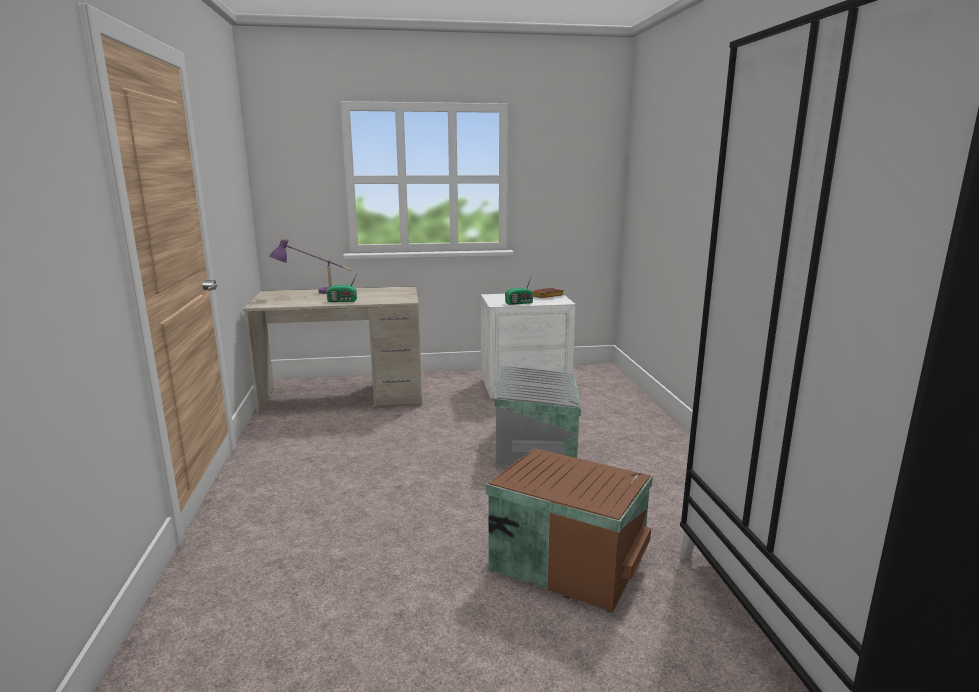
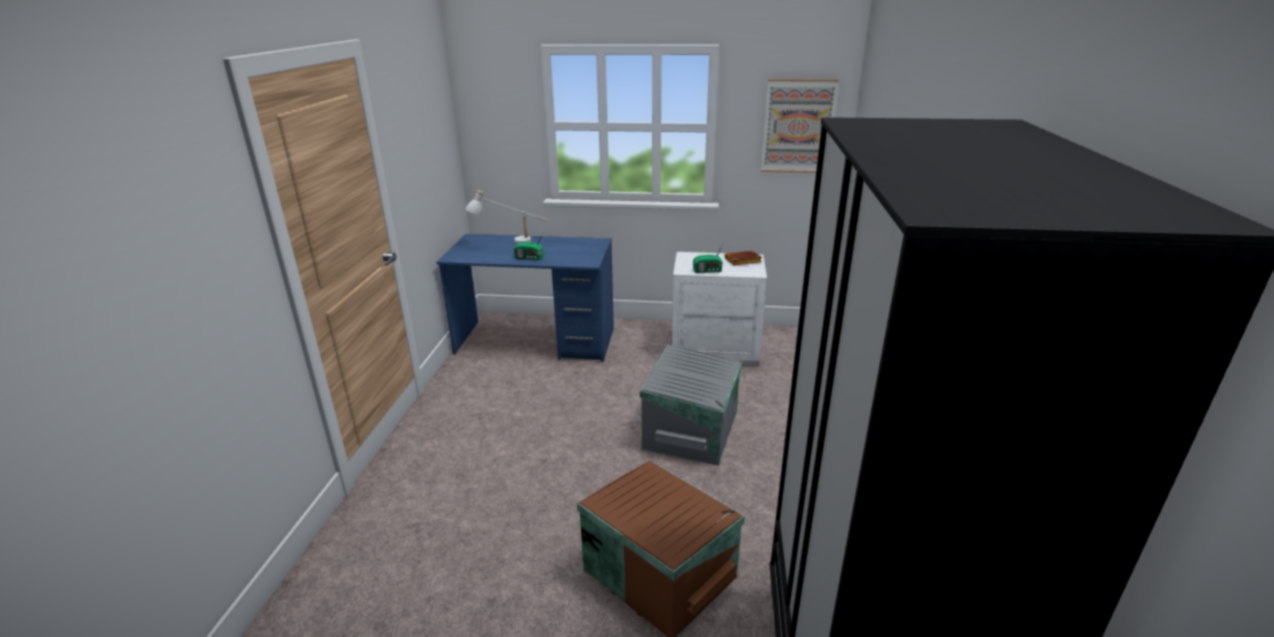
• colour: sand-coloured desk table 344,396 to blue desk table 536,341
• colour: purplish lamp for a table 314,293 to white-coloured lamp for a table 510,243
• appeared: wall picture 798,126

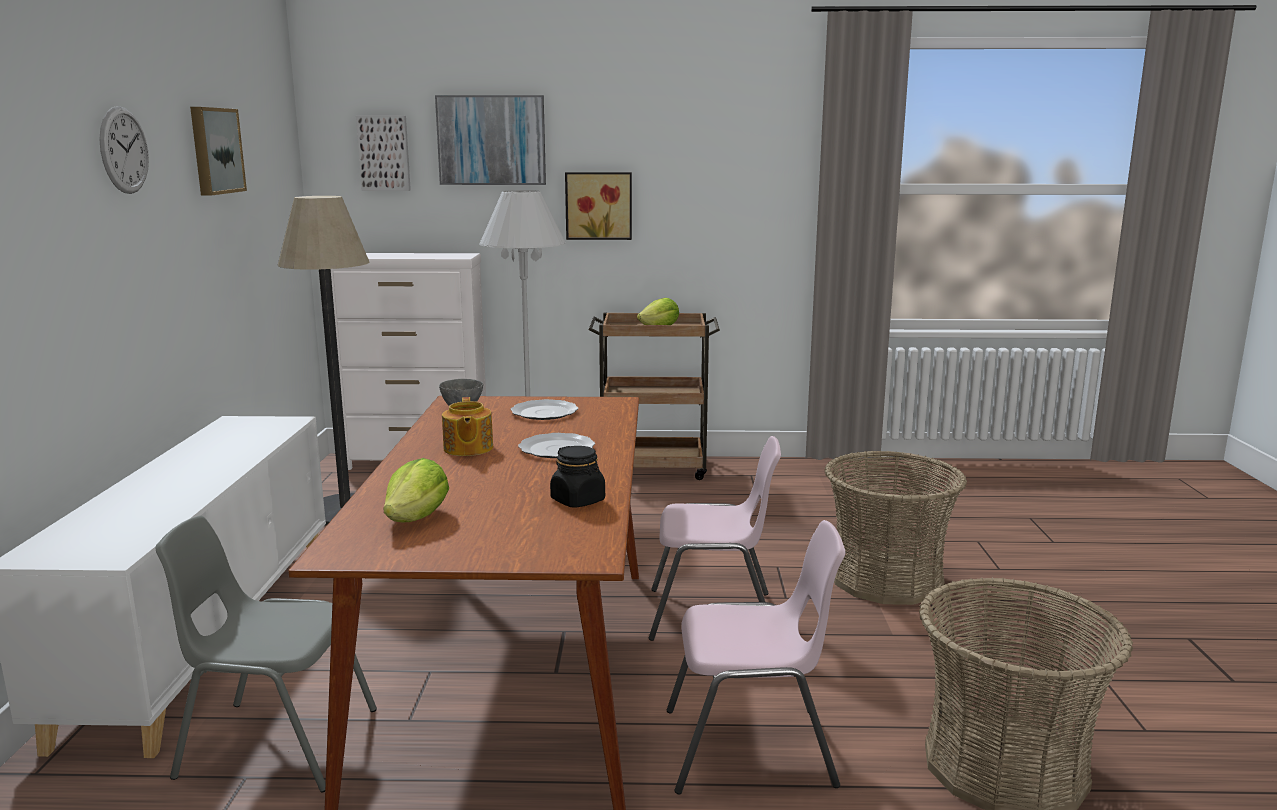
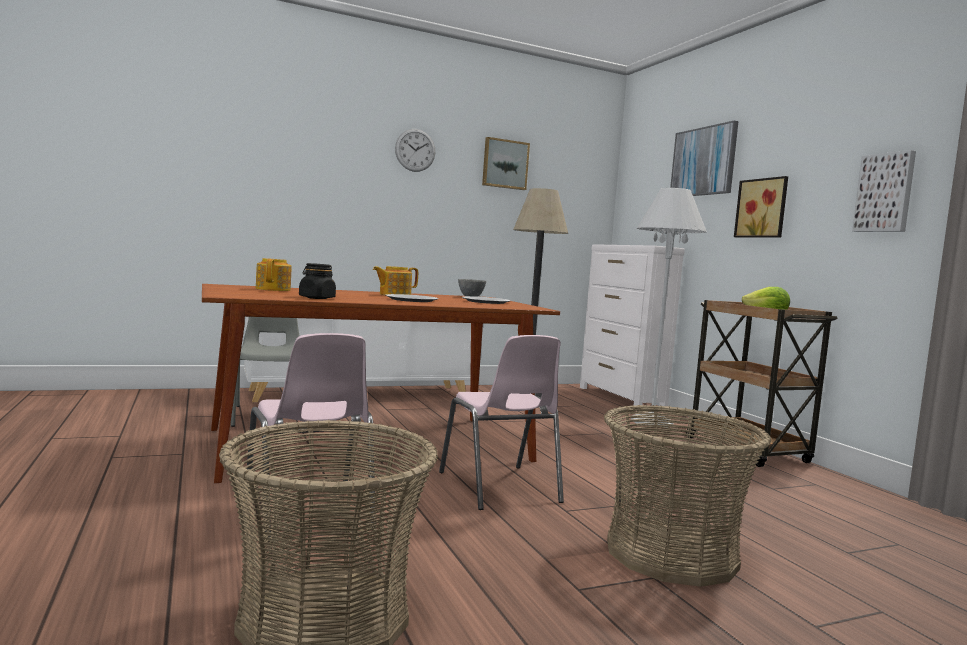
• relocated: wall picture 384,153 to 885,193
• exchanged: head of lettuce 417,518 to teapot 273,289

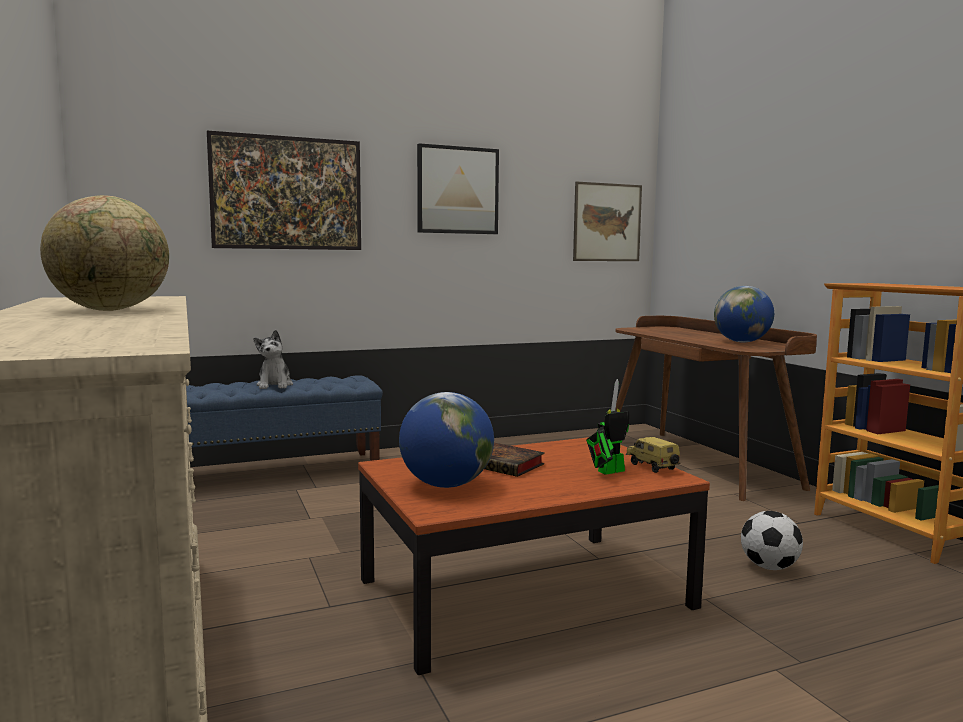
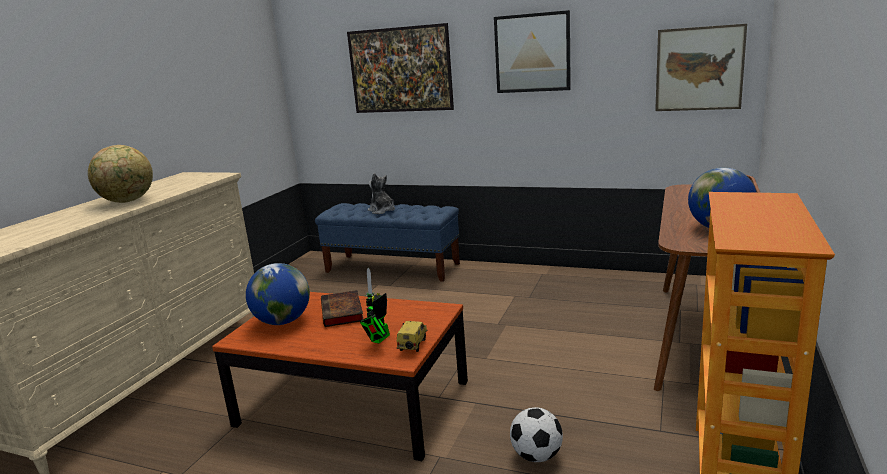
• spun: plush toy 275,385 = 382,211 105 degrees clockwise
• spun: robot figure 607,472 = 378,340 75 degrees counterclockwise

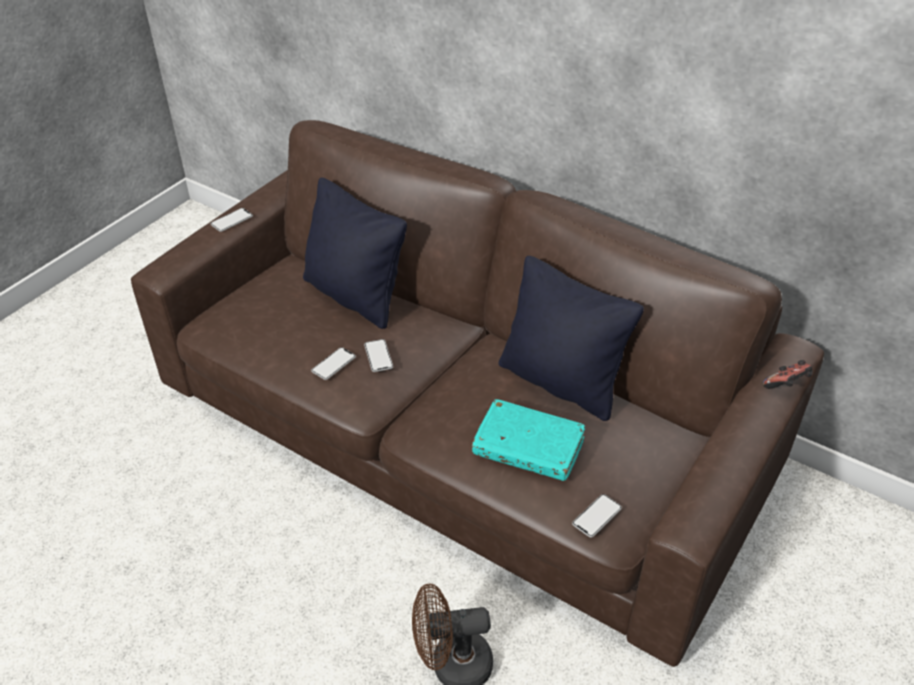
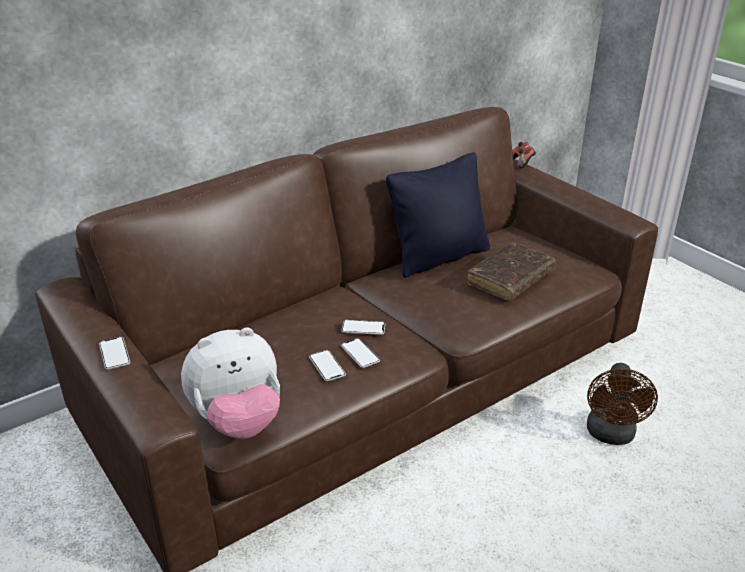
• missing: blackish cushion 355,296
• colour: blue-green volume 528,448 to brownish volume 510,279
• relocated: telephone 597,516 to 327,366
• appeared: plush toy 238,421

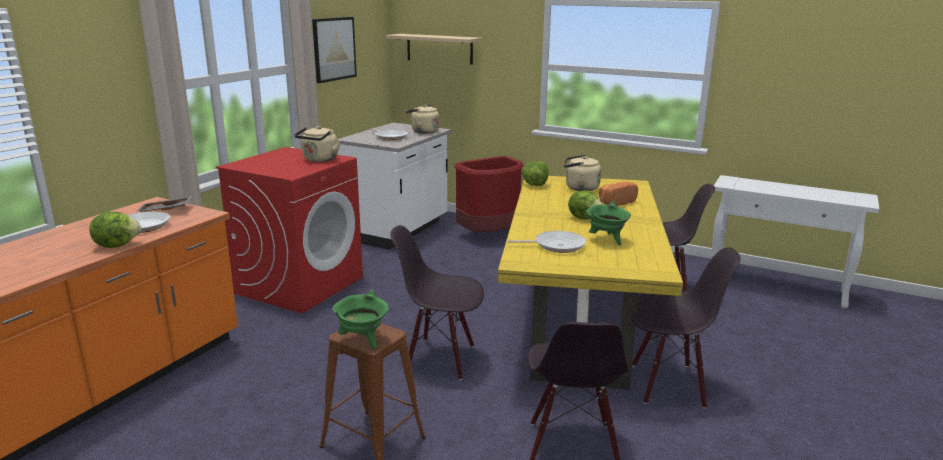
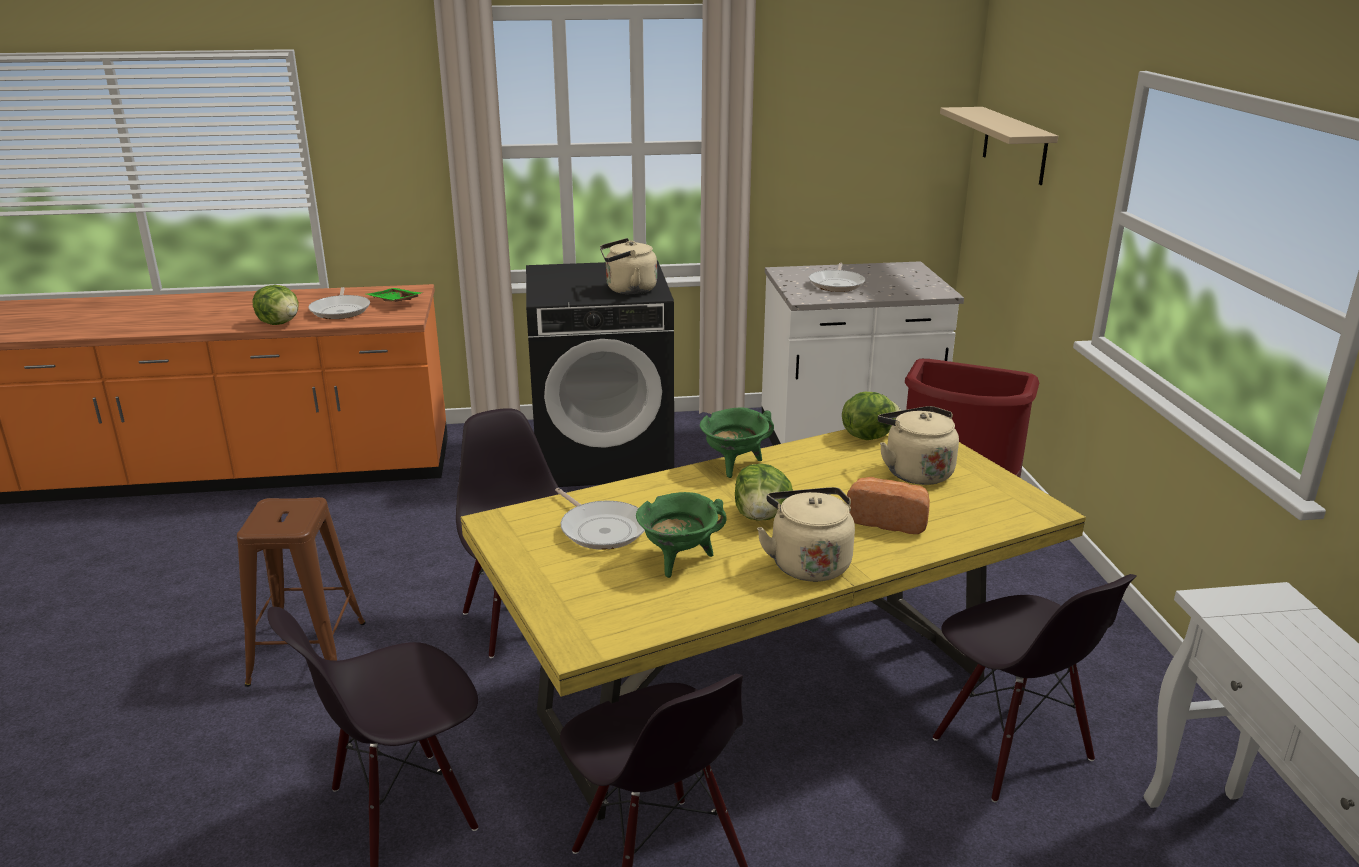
• colour: grey carrying tray 165,211 to green-coloured carrying tray 393,302
• colour: red-coloured laundry machine 300,285 to blackish laundry machine 603,455
• missing: wall picture 334,49
• relocated: green-coloured cooking pot 362,341 to 734,465
• relocated: sand-coloured kettle 423,131 to 808,563

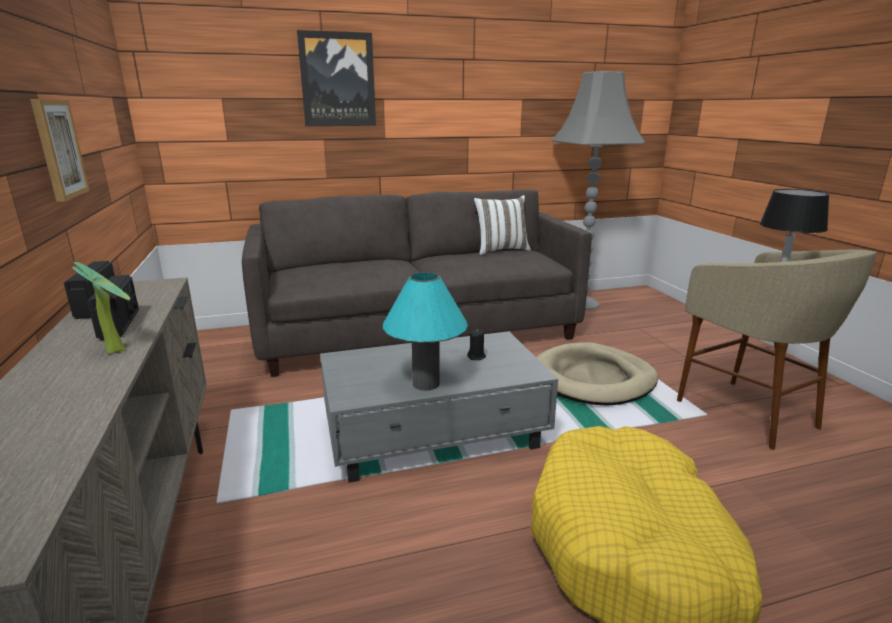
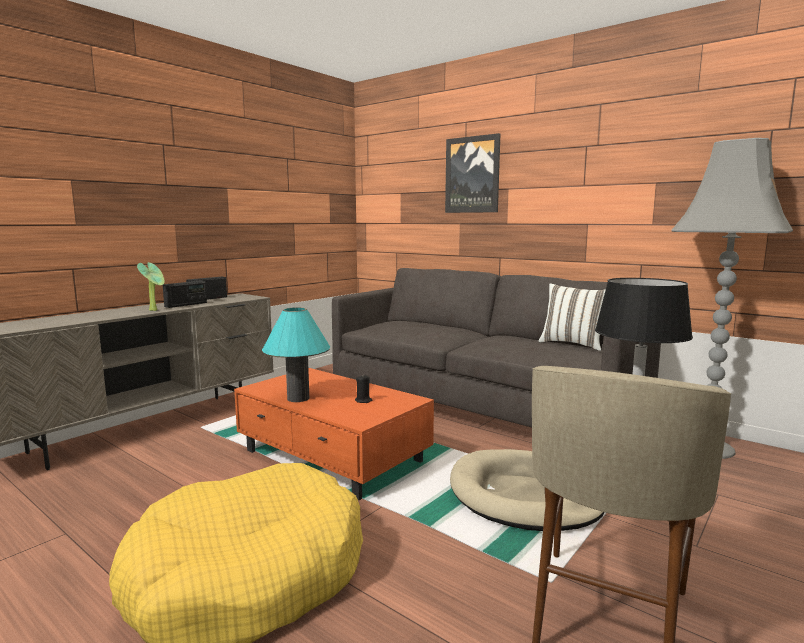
• missing: wall picture 58,149
• colour: grey lounge table 436,433 to orange-coloured lounge table 333,457

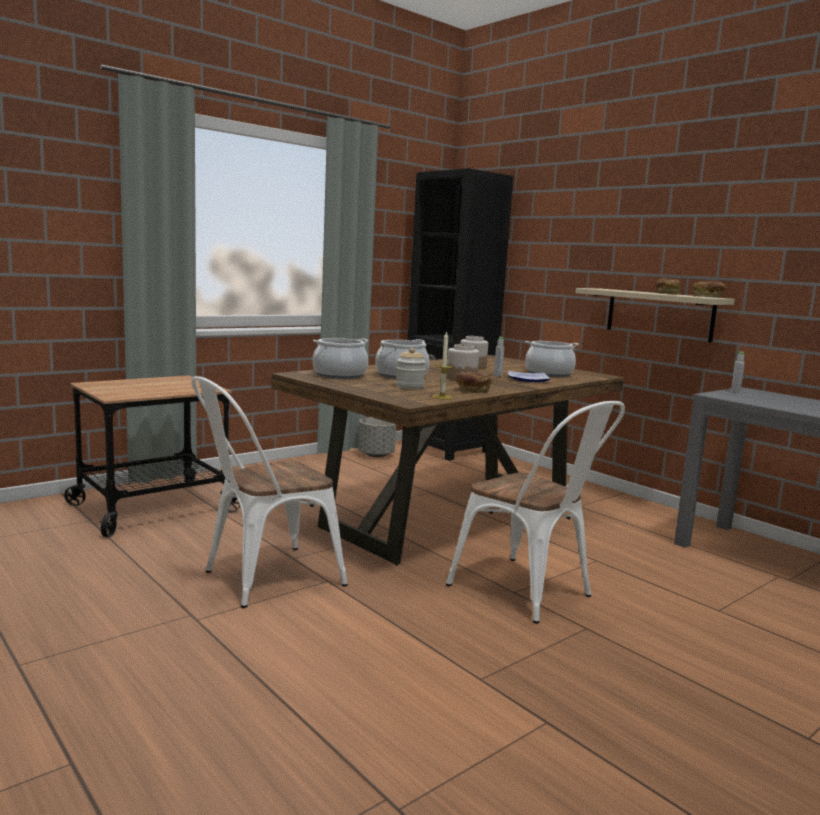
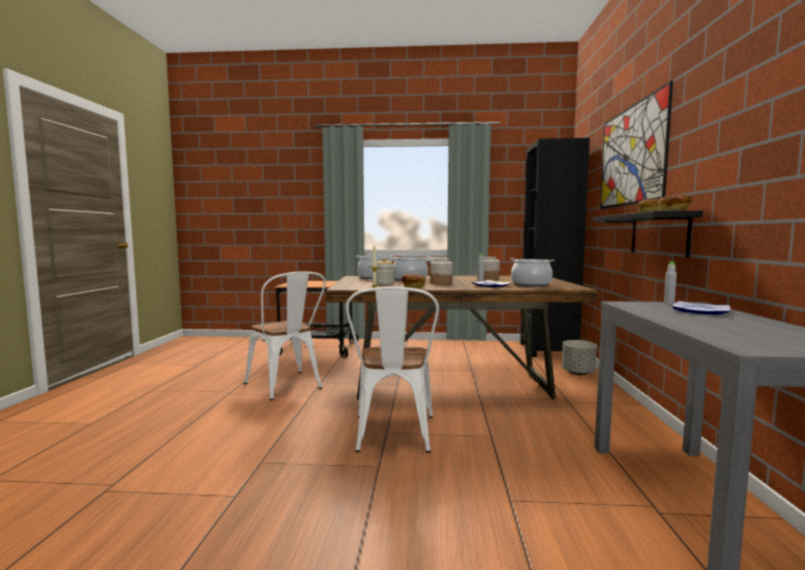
• spun: white-coloured chair 263,579 = 287,387 135 degrees counterclockwise
• relocated: grey planter 376,455 to 578,373
• colour: sand-coloured bracket shelf 659,314 to blackish bracket shelf 658,234
• appeared: wall picture 631,155
• appeared: flat dish 699,311

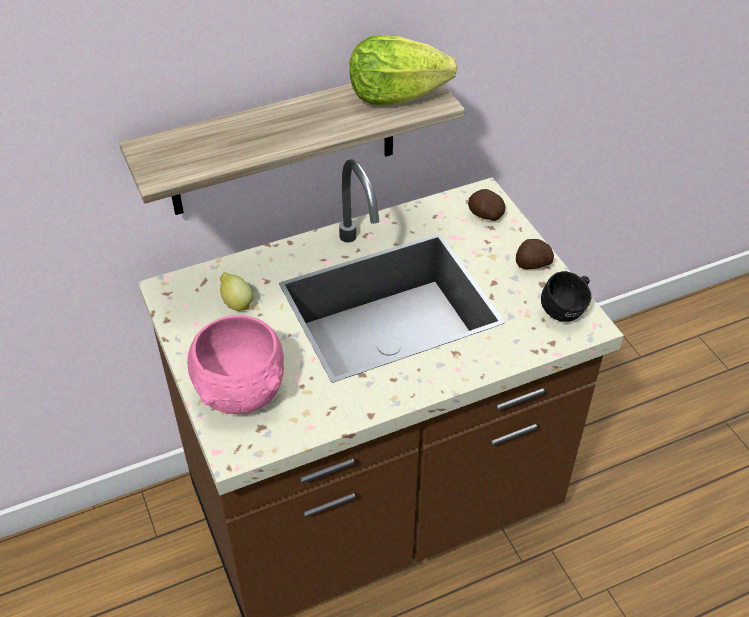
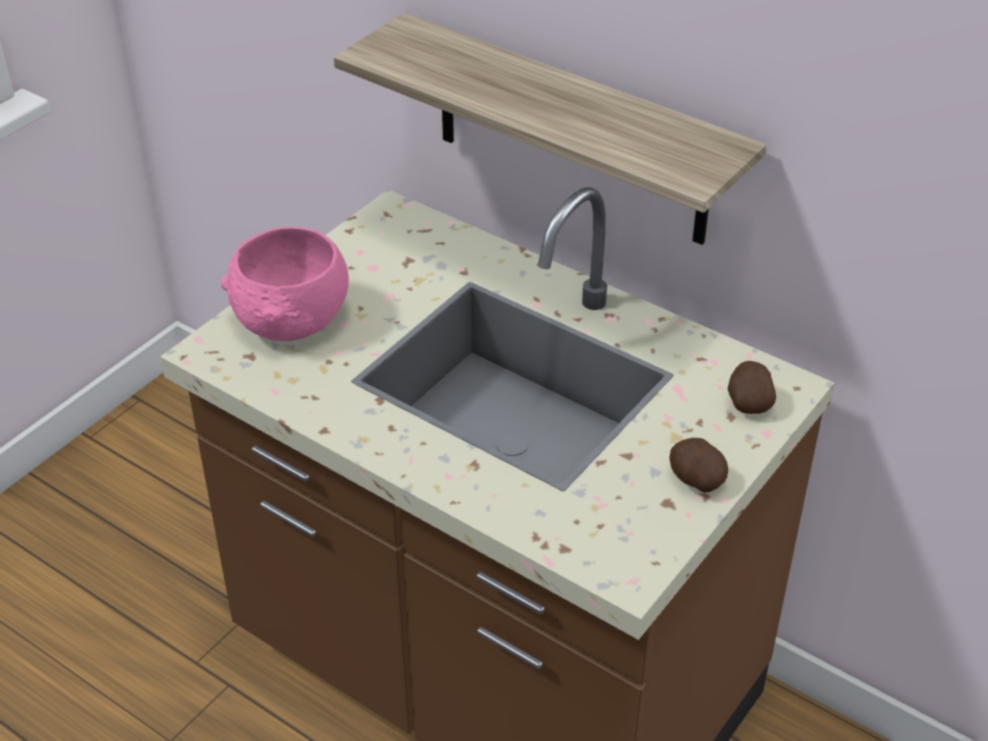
• missing: whole lemon 236,303
• missing: head of lettuce 395,96
• missing: blackish mug 567,310

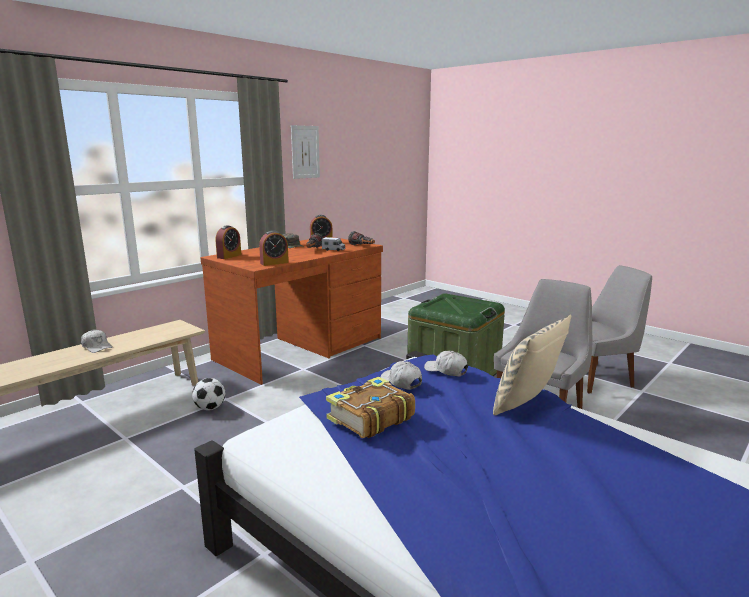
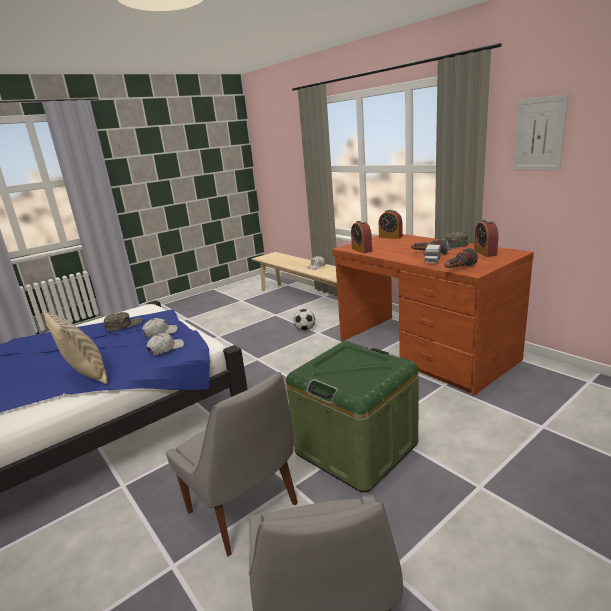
• exchanged: volume 369,418 to green-coloured cap 124,324

